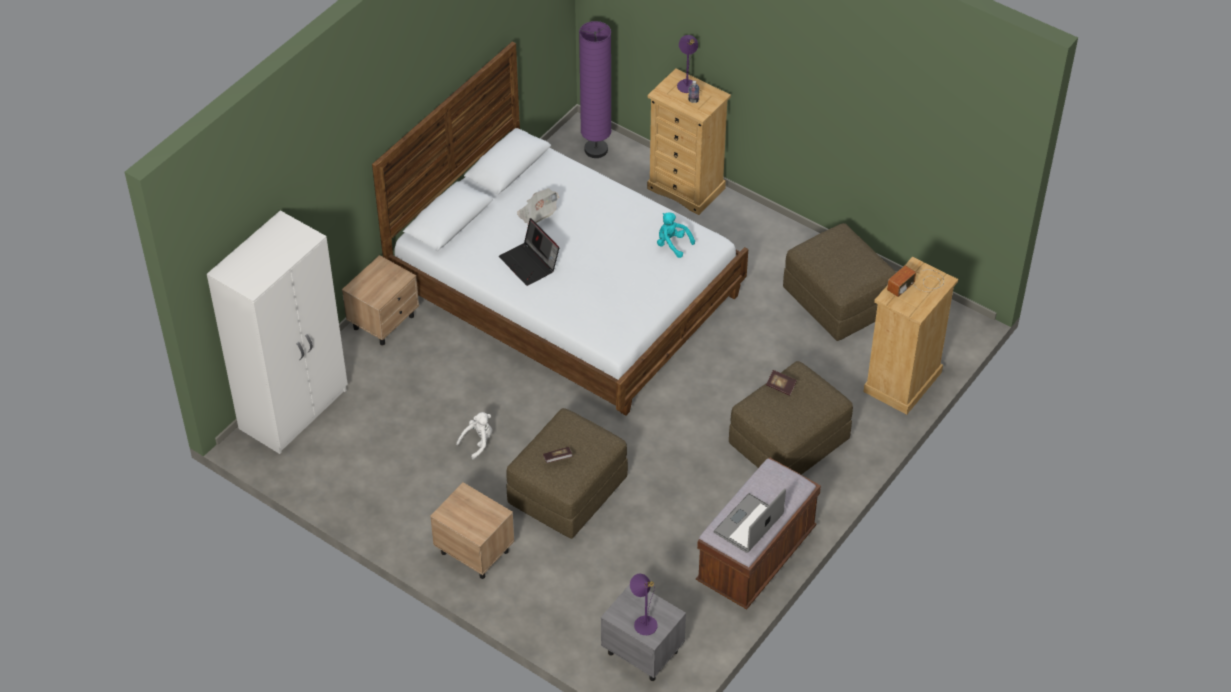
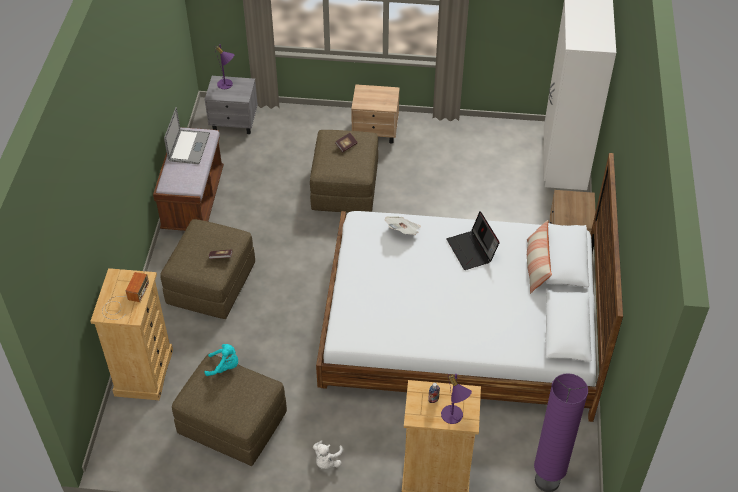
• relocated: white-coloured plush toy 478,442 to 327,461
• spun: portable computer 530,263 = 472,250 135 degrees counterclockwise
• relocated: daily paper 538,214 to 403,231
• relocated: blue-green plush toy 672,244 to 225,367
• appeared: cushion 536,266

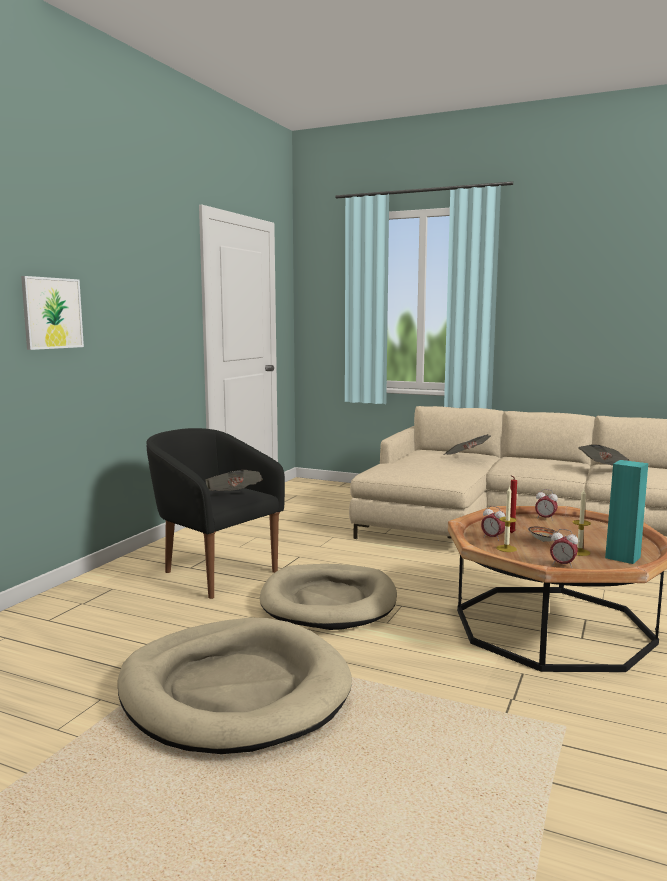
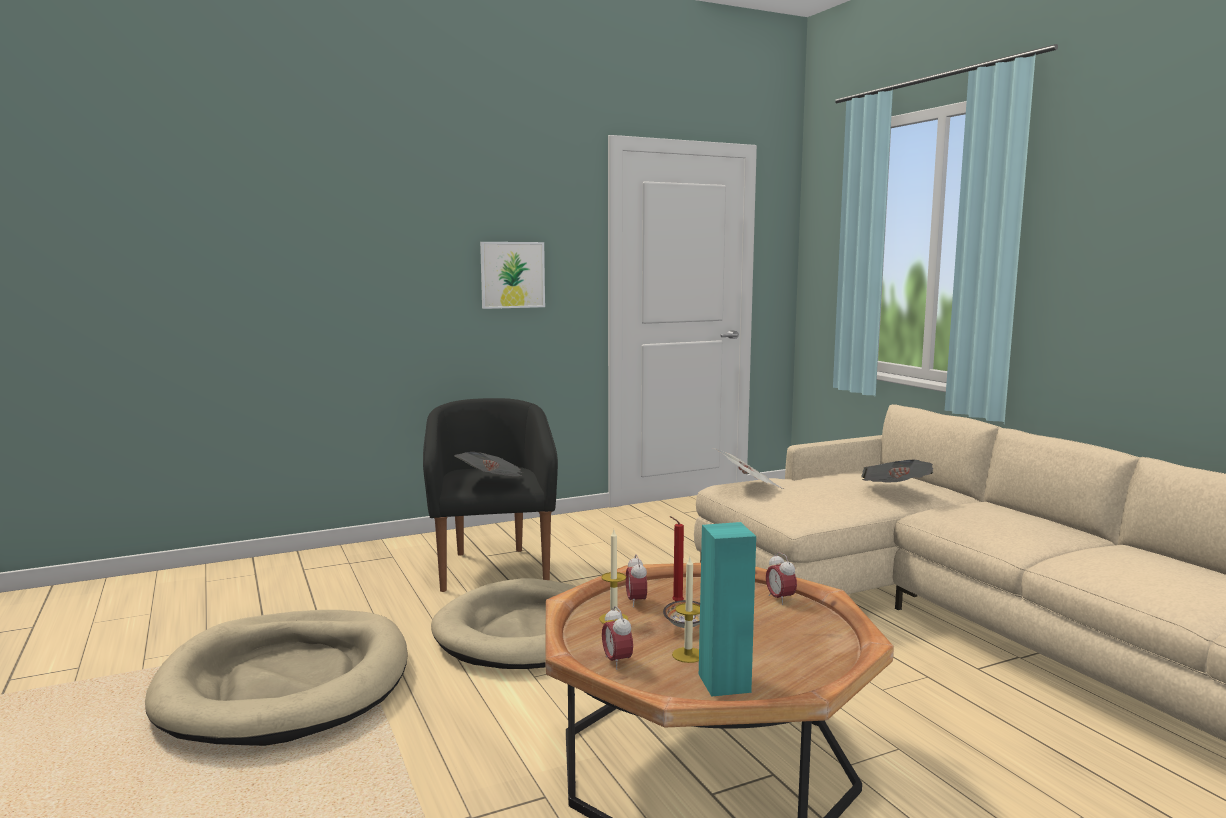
• relocated: wall picture 52,313 to 512,275
• relocated: daily paper 605,469 to 748,487

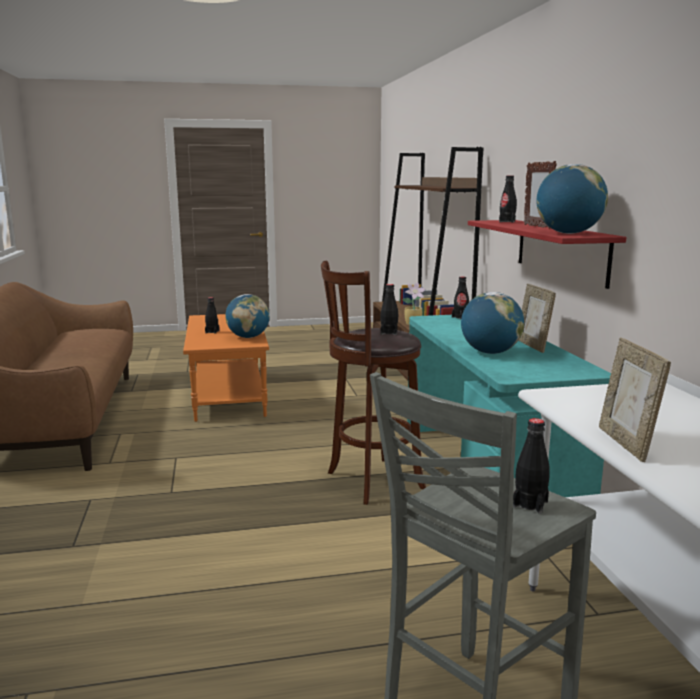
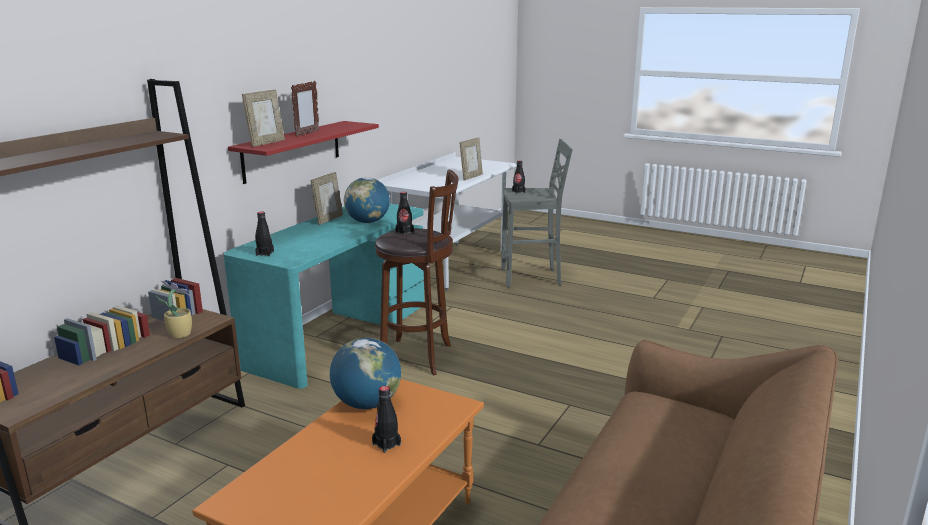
• exchanged: blackish drink bottle 507,221 to photo frame 266,143
• missing: globe 568,233

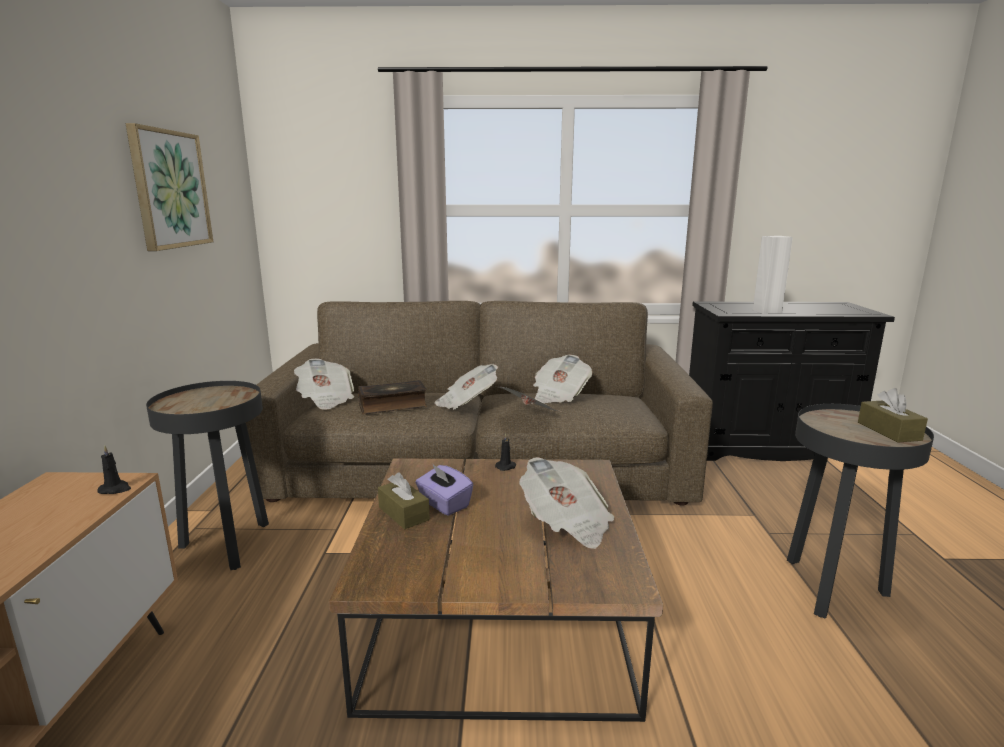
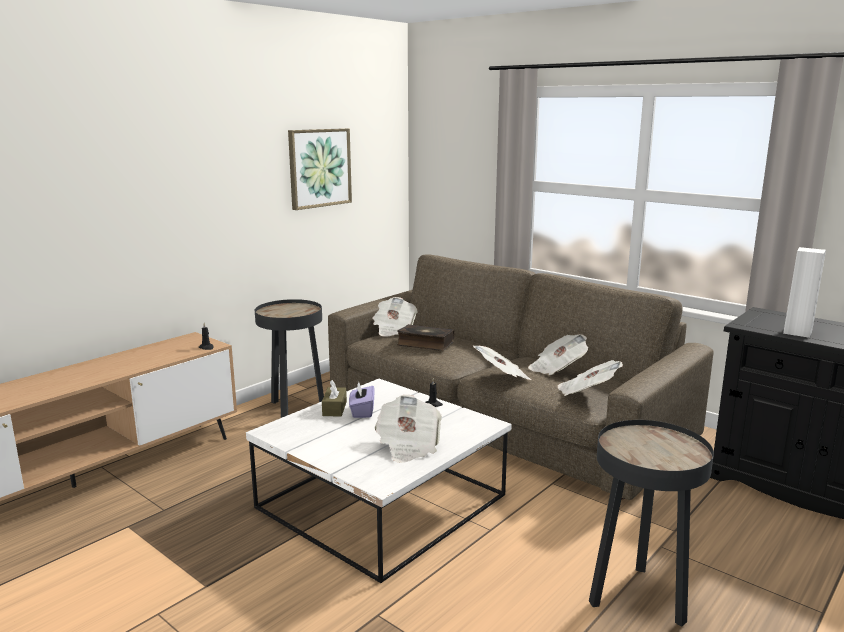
• colour: brownish lounge table 501,611 to white-coloured lounge table 384,501
• relocated: daily paper 466,403 to 586,393
• missing: brownish tissue holder 889,431

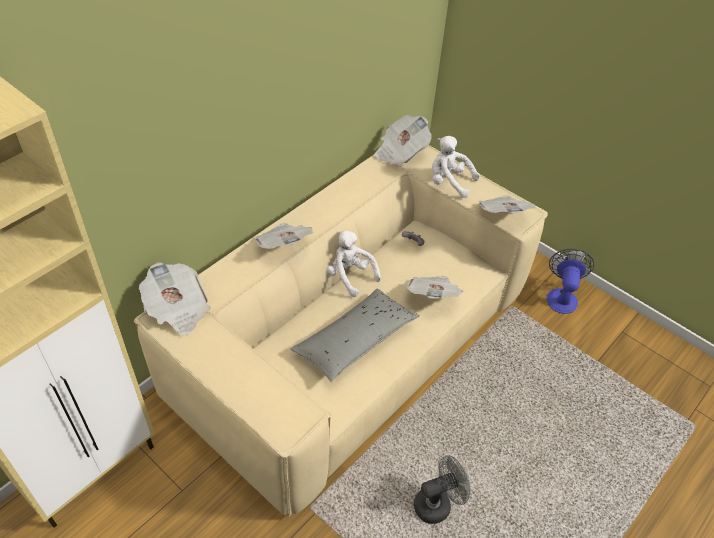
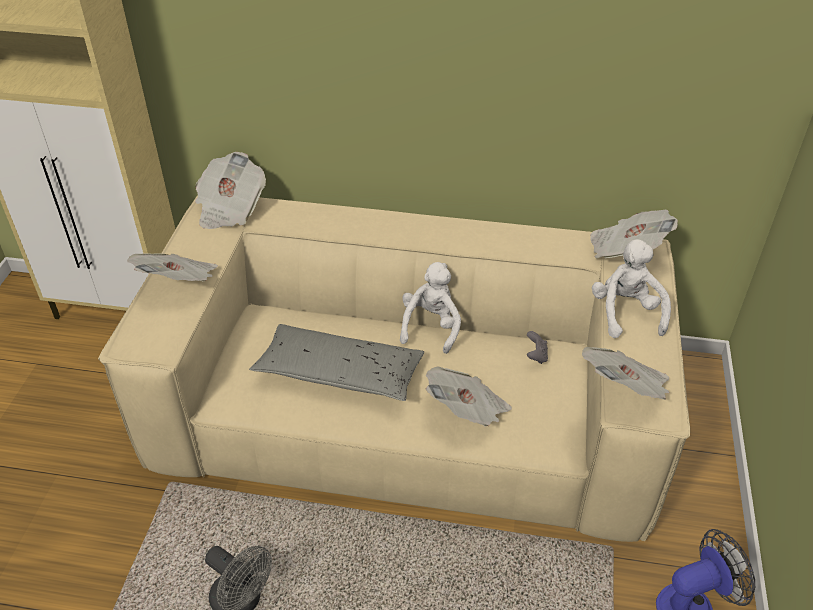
• relocated: daily paper 284,246 to 180,283

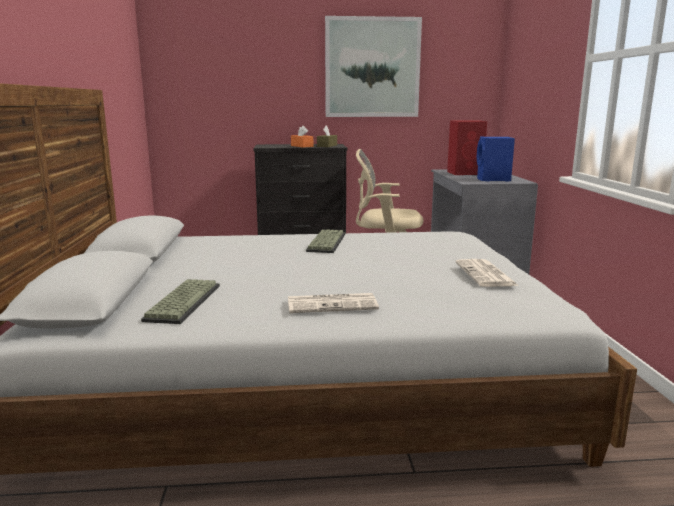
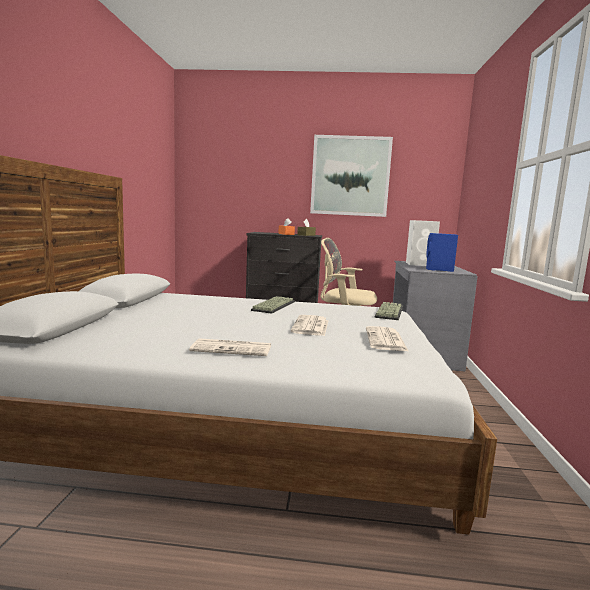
• relocated: computer keyboard 182,302 to 388,312
• colour: red-coloured audio speaker 465,173 to white-coloured audio speaker 420,264
• appeared: daily paper 311,326

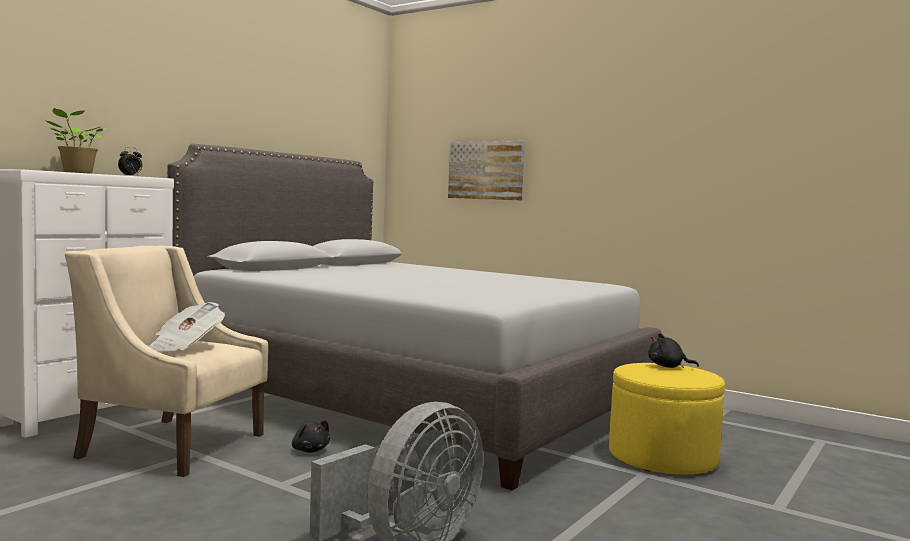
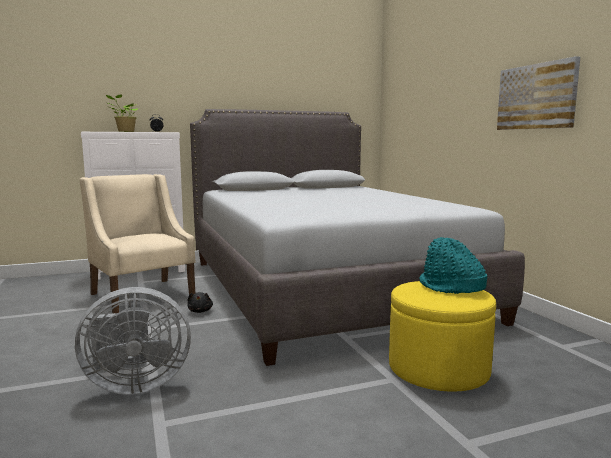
• missing: daily paper 185,346
• relocated: wall picture 486,170 to 536,97
• exchanged: blackish plush toy 668,367 to blue-green wearable hat 451,287

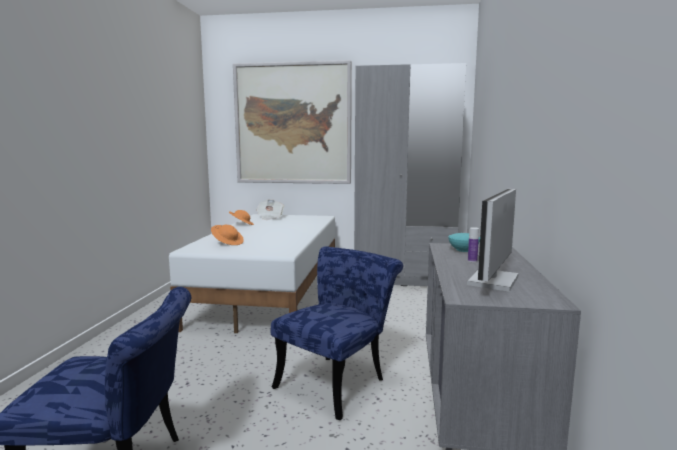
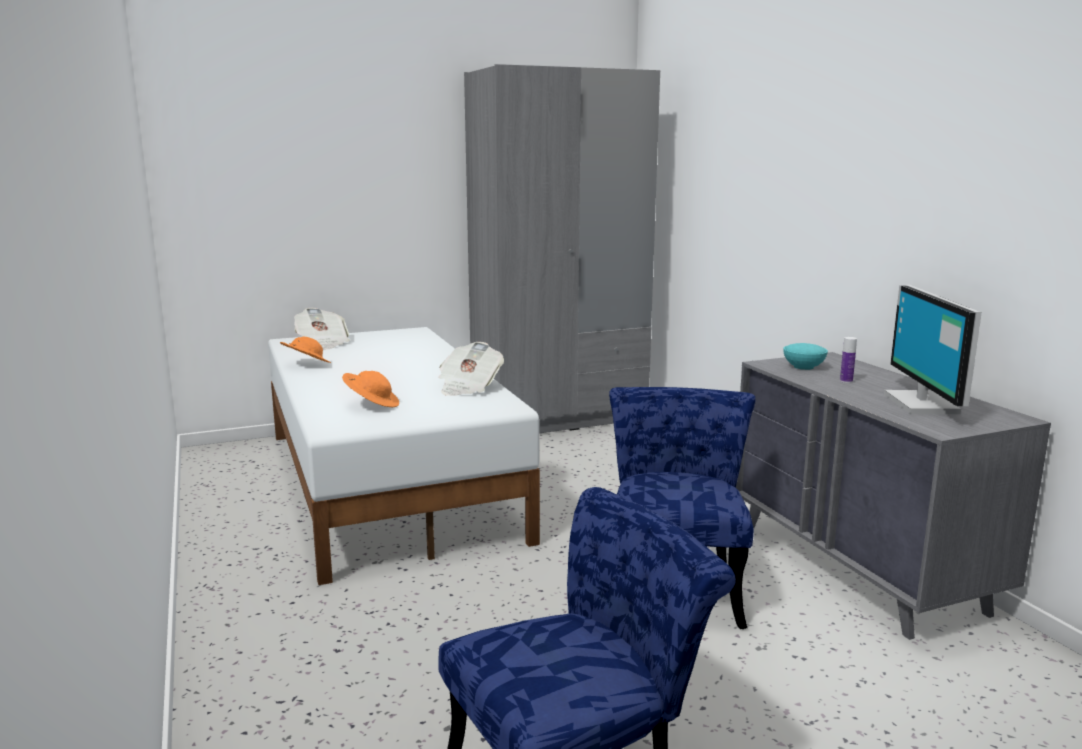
• missing: wall picture 293,124
• appeared: daily paper 468,387

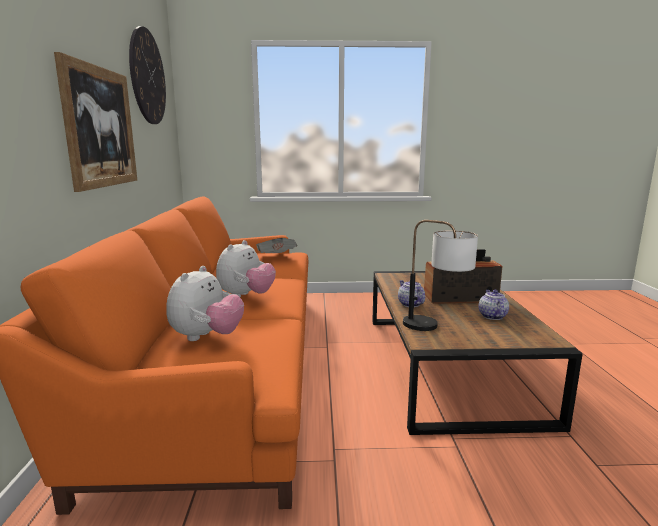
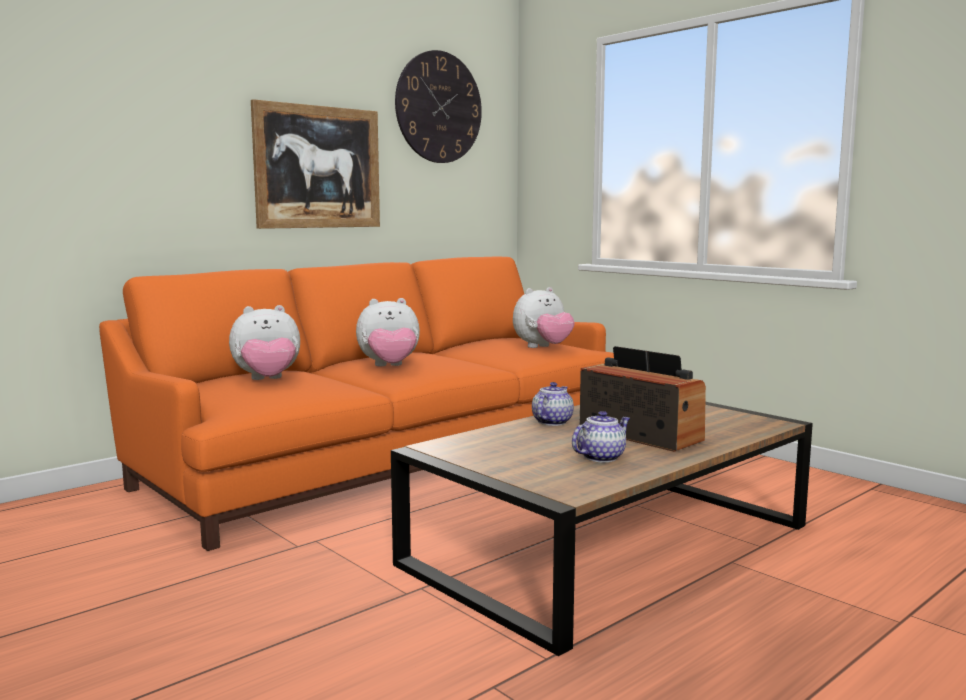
• exchanged: daily paper 277,257 to plush toy 543,347
• missing: lamp for a table 436,328

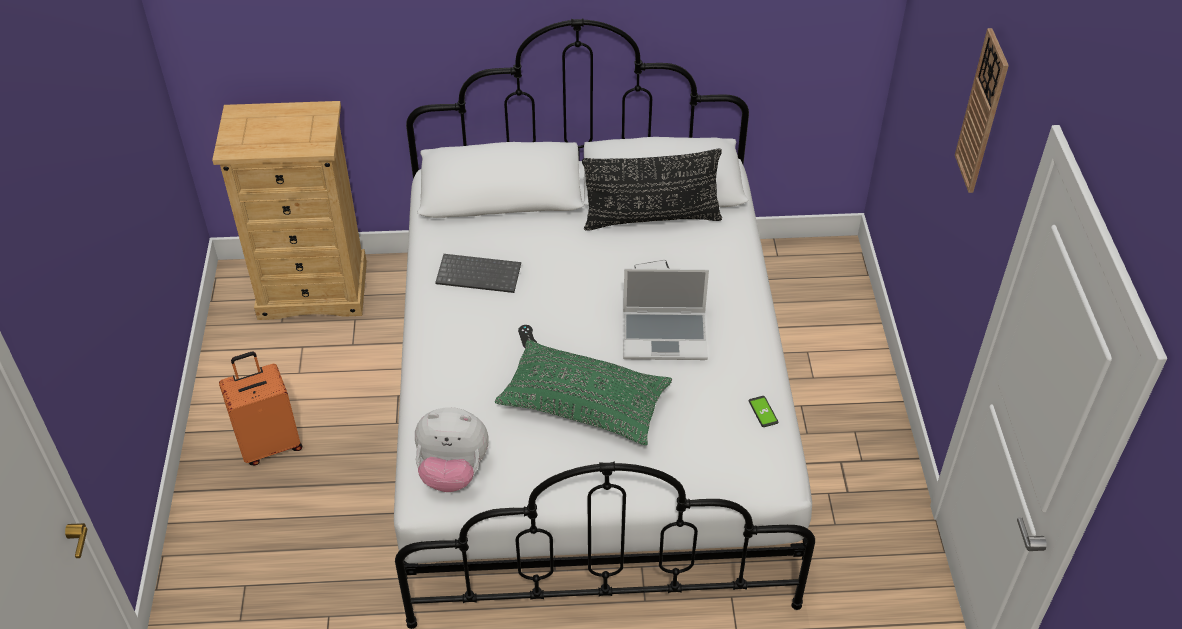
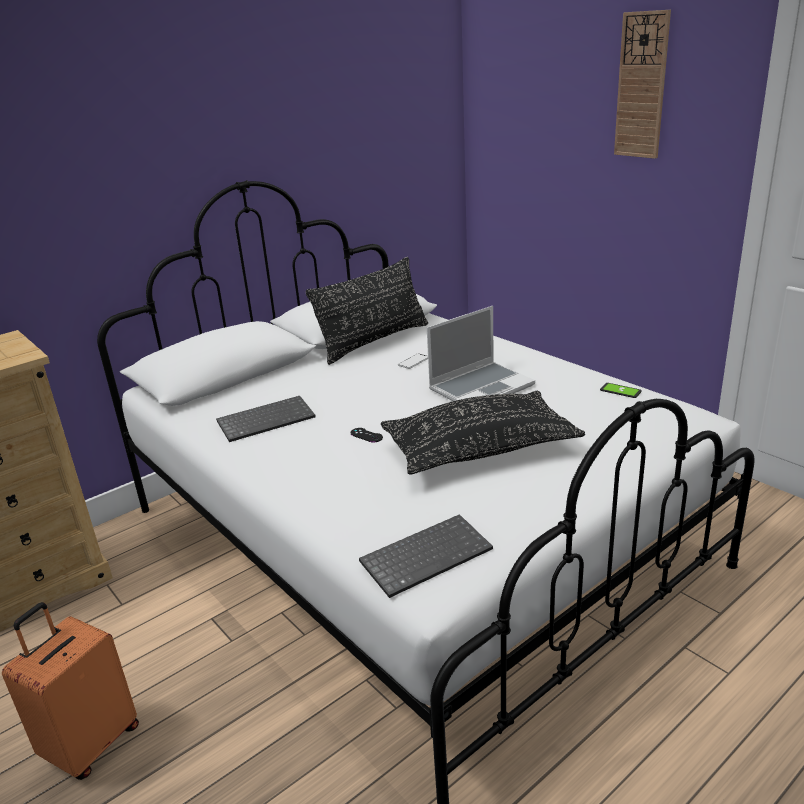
• exchanged: plush toy 452,471 to computer keyboard 426,555
• colour: green-coloured cushion 584,404 to blackish cushion 480,450

